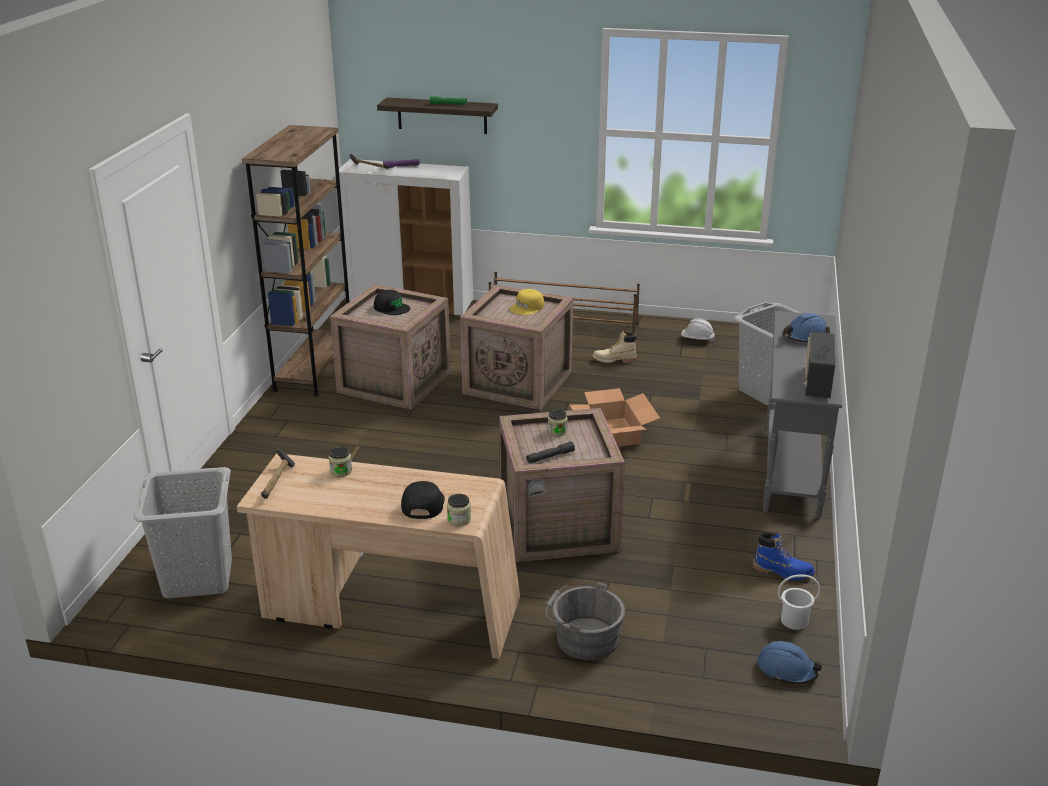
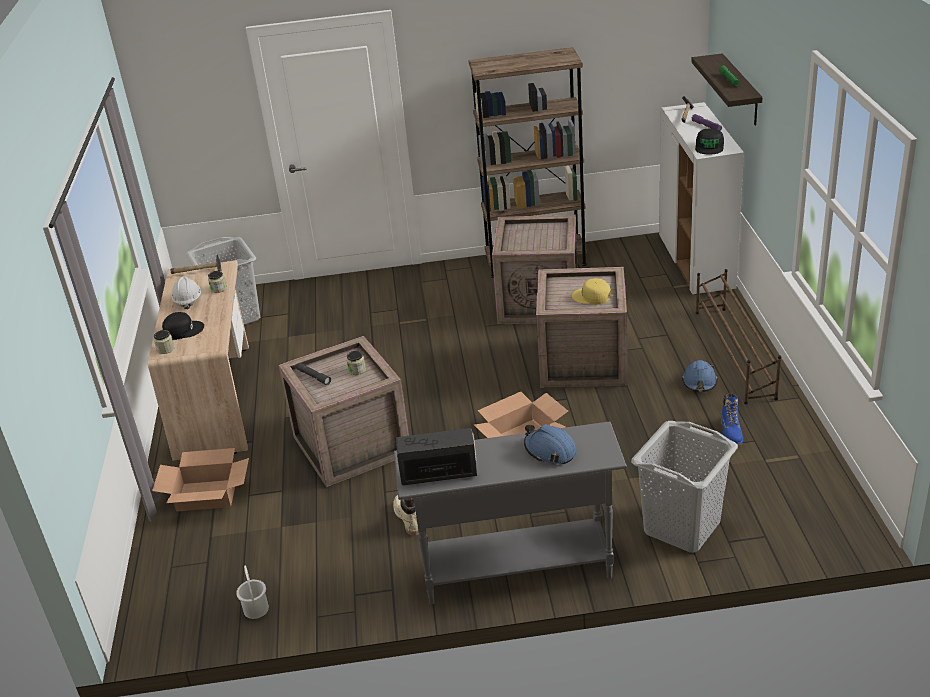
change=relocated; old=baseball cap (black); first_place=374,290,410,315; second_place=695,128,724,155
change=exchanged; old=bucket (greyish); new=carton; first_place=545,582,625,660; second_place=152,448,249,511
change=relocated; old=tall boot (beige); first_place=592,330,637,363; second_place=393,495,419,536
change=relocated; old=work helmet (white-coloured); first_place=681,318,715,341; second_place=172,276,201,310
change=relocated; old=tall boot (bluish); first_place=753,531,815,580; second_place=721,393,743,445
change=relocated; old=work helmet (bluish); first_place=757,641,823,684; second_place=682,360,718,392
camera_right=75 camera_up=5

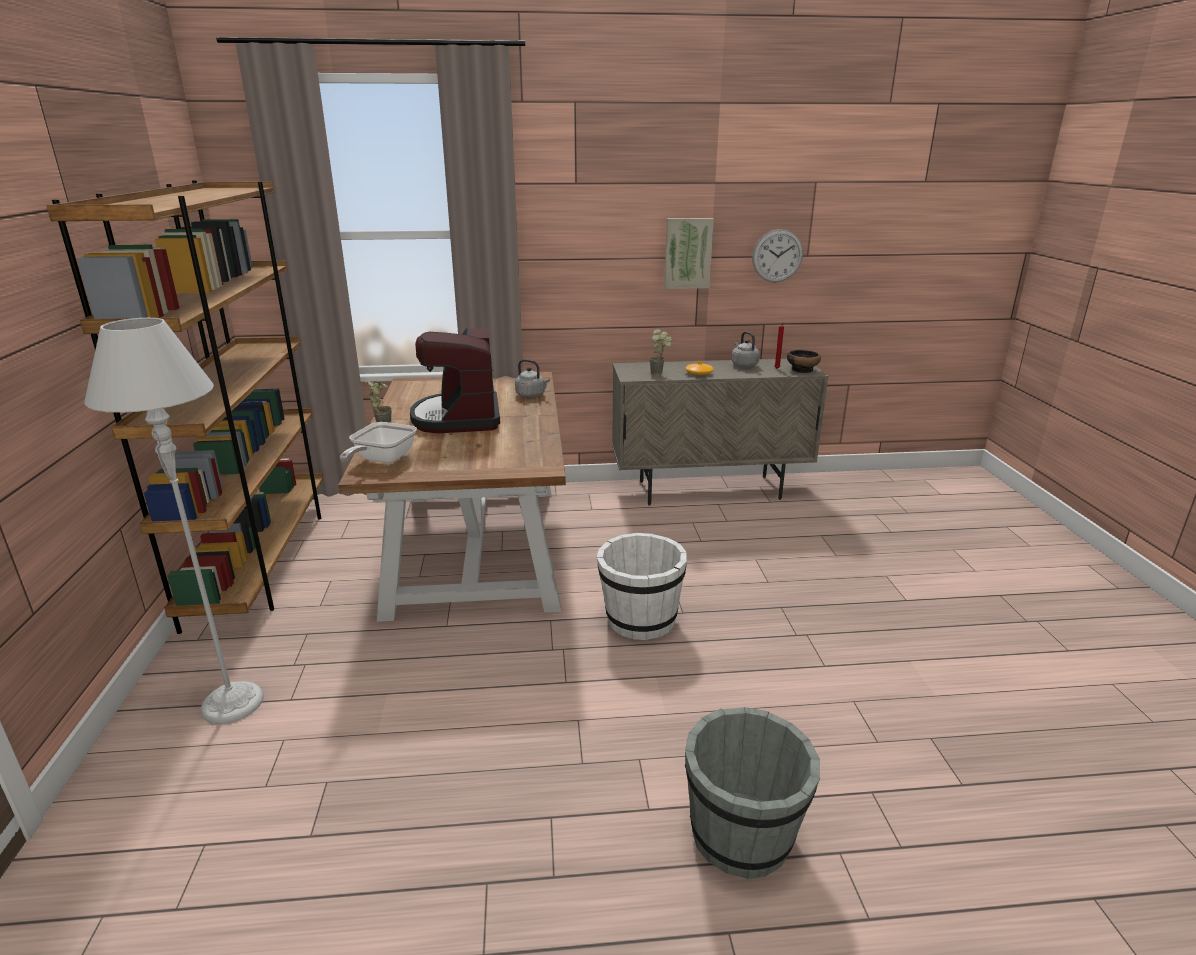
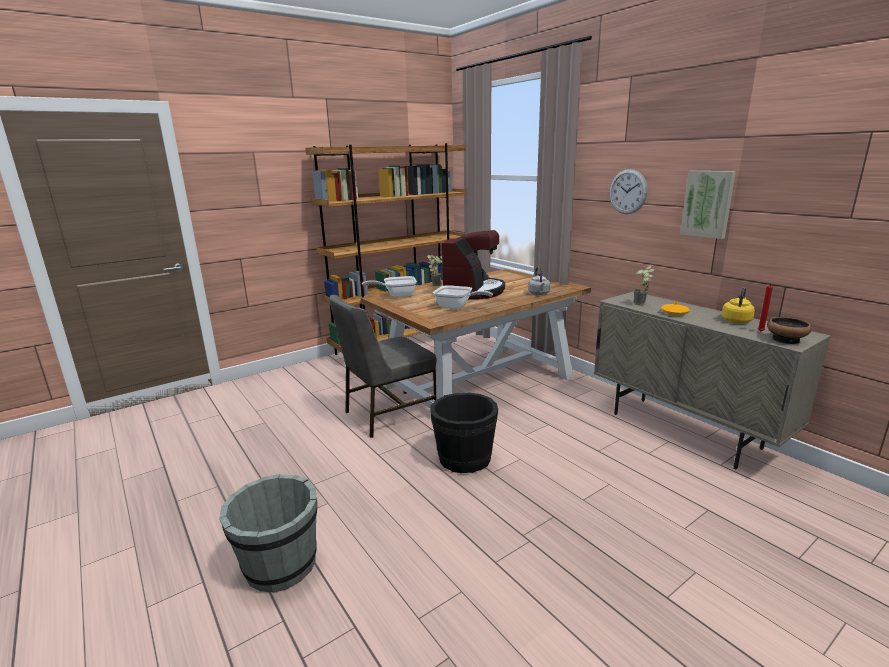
change=missing; old=standing lamp (greyish); first_place=84,318,264,724
change=spun; old=coffee maker; first_place=410,328,500,433; second_place=442,230,505,300; degrees=150
change=colour; old=bucket (white-coloured); new=bucket (black); first_place=597,533,687,640; second_place=430,392,498,473
change=colour; old=water kettle (greyish); new=water kettle (yellow-coloured); first_place=732,331,760,367; second_place=722,287,755,323
change=relocated; old=hanging clock; first_place=752,229,803,282; second_place=609,169,648,214
change=appeared; new=chair (greyish); second_place=329,295,436,438
change=appeared; new=frying pan; second_place=433,285,493,309
camera_right=60 camera_up=-5

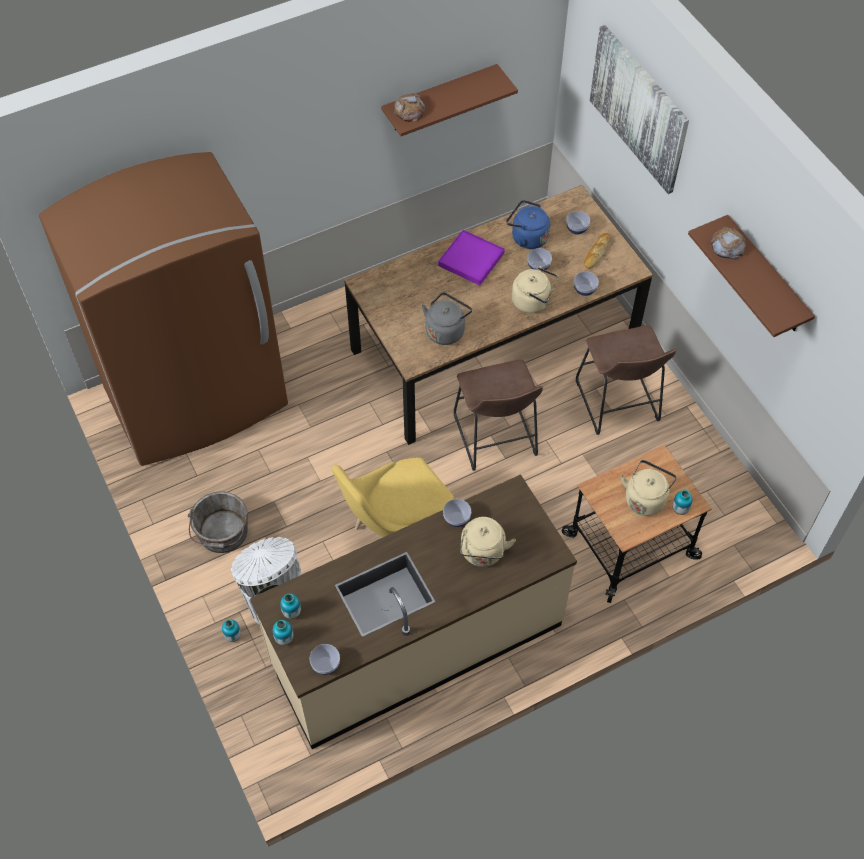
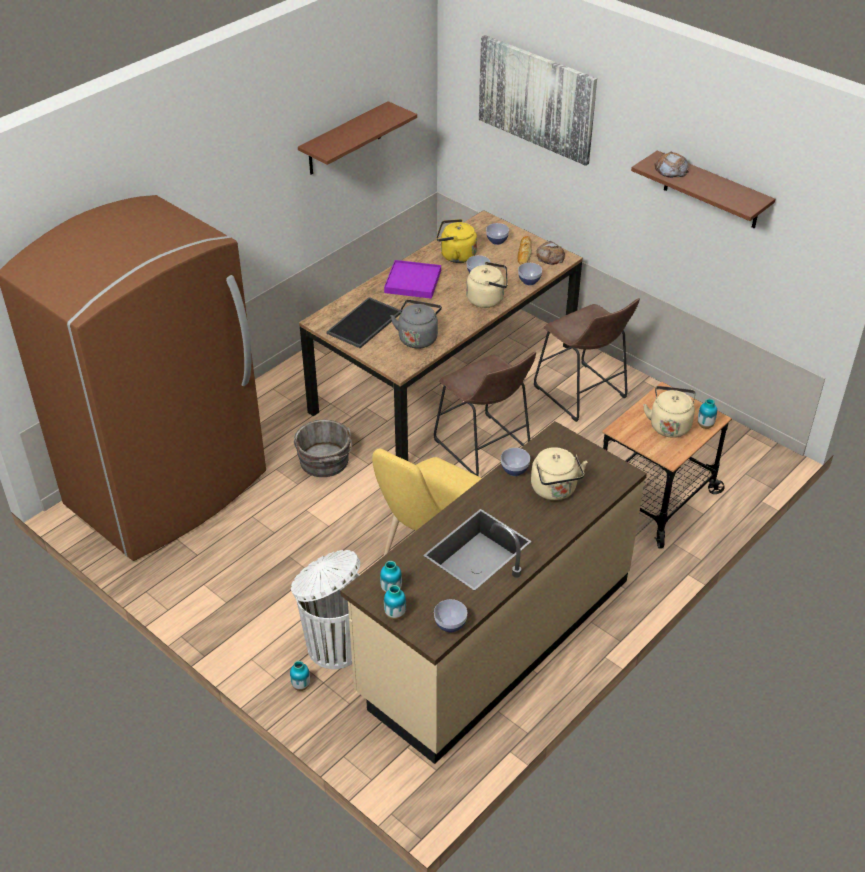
change=relocated; old=bucket (greyish); first_place=188,491,248,553; second_place=294,420,352,477
change=relocated; old=bakery bread; first_place=394,93,425,122; second_place=536,241,565,265
change=colour; old=water kettle (bluish); new=water kettle (yellow-coloured); first_place=506,200,550,249; second_place=436,219,477,263
change=appeared; new=tray; second_place=326,297,401,348
camera_right=-20 camera_up=-15

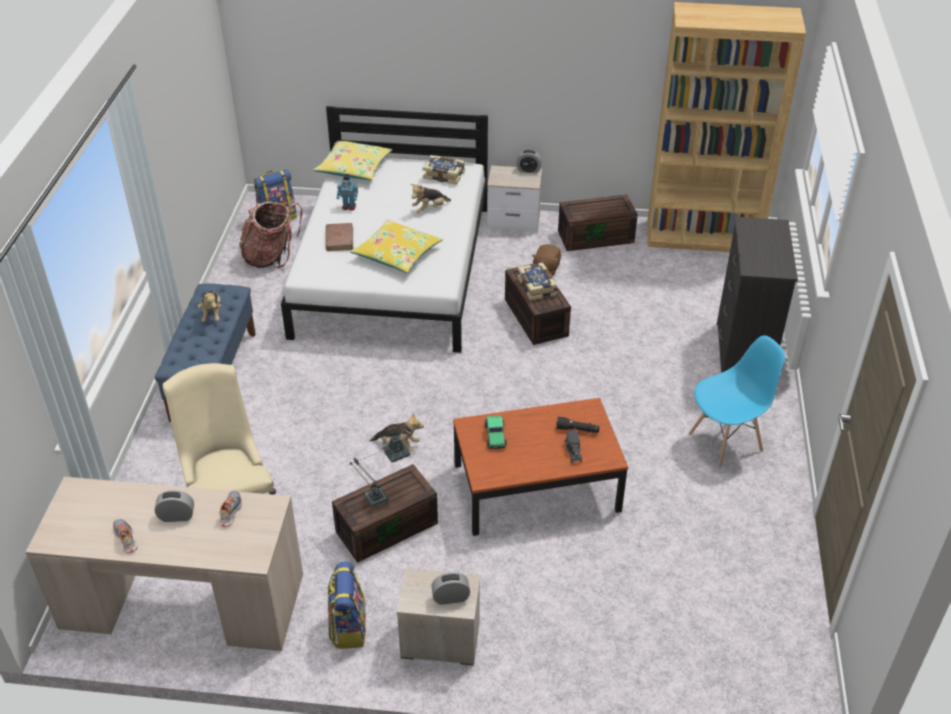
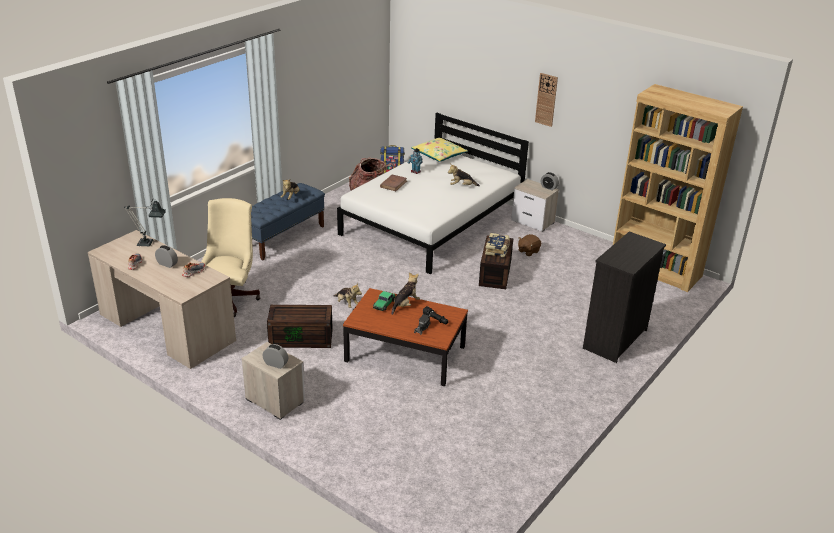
change=missing; old=rucksack; first_place=328,562,366,649
change=missing; old=cushion (yellow-coloured); first_place=350,219,443,273
change=relocated; old=table lamp; first_place=350,434,410,507; second_place=124,201,166,246
change=missing; old=volume; first_place=423,155,465,185
change=missing; old=storage bin (brown-coloured); first_place=558,195,638,251
change=missing; old=chair (bluish); first_place=688,335,785,468
change=appeared; new=soft toy; second_place=391,272,420,315
change=appeared; new=hanging clock; second_place=535,73,558,127
camera_right=30 camera_up=-10

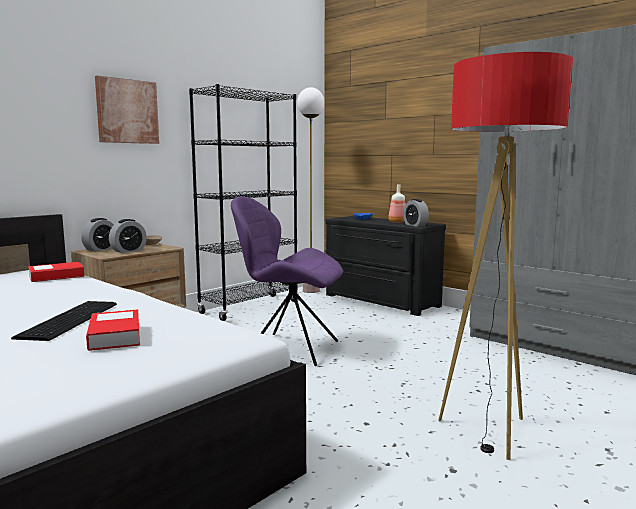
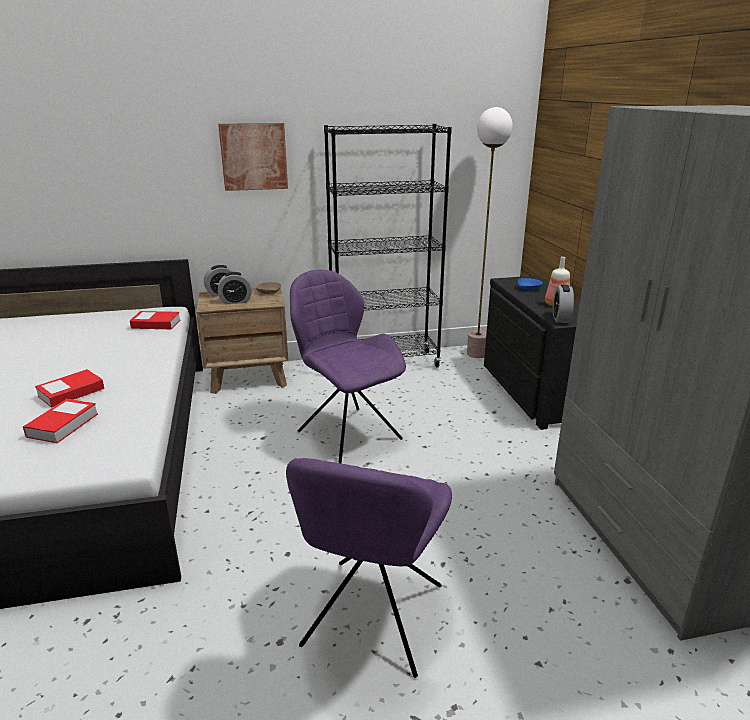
change=exchanged; old=keyboard; new=volume; first_place=11,301,117,341; second_place=35,369,104,408
change=exchanged; old=standing lamp; new=chair (purple-coloured); first_place=439,52,573,460; second_place=286,458,452,678
camera_right=35 camera_up=15

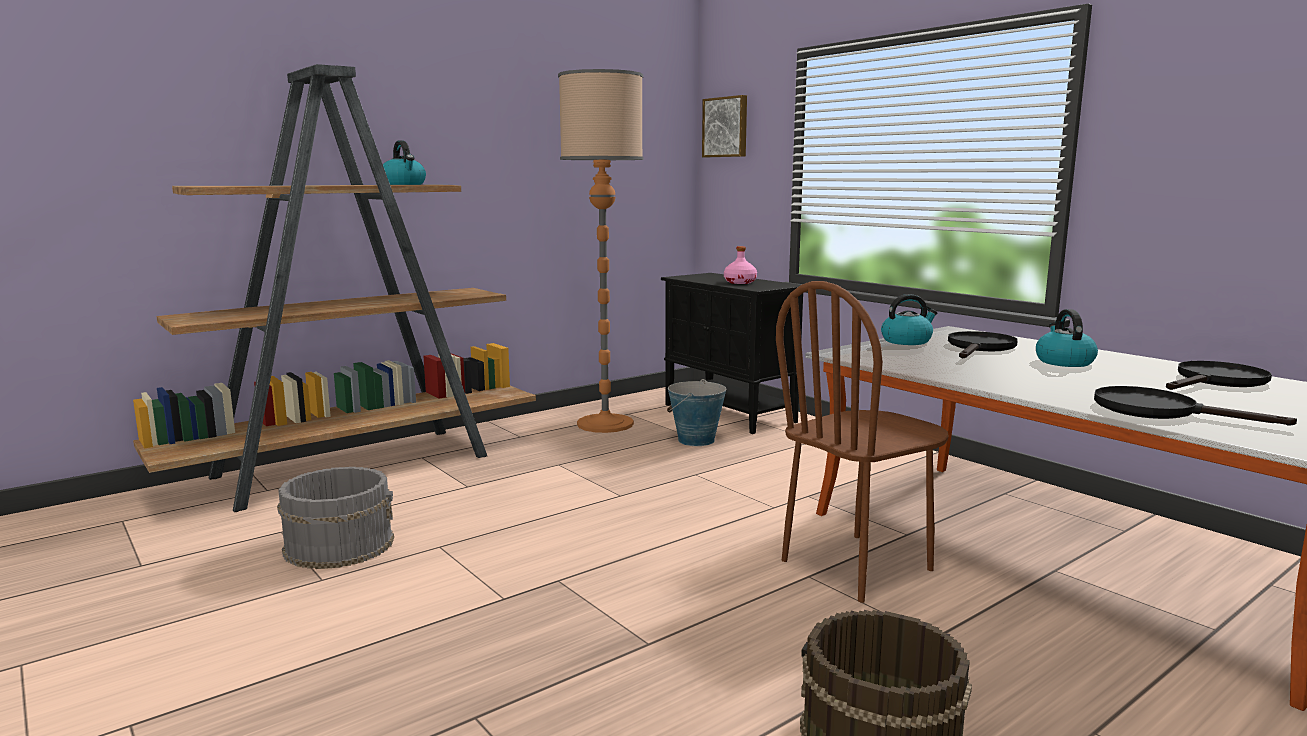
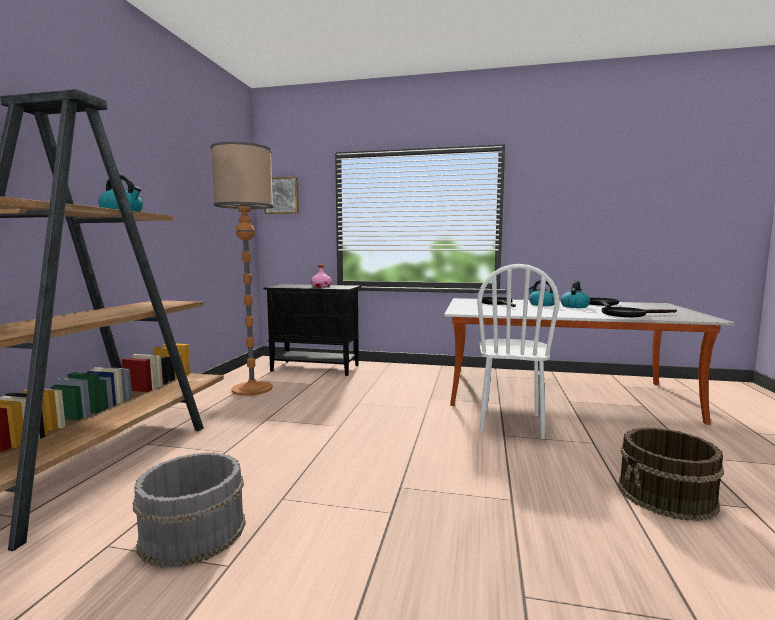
change=missing; old=bucket; first_place=667,379,726,446
change=colour; old=chair (brown-coloured); new=chair (white-coloured); first_place=776,281,949,603; second_place=477,264,560,439
change=relocated; old=water kettle; first_place=881,294,937,345; second_place=561,281,590,308
camera_right=-40 camera_up=-5

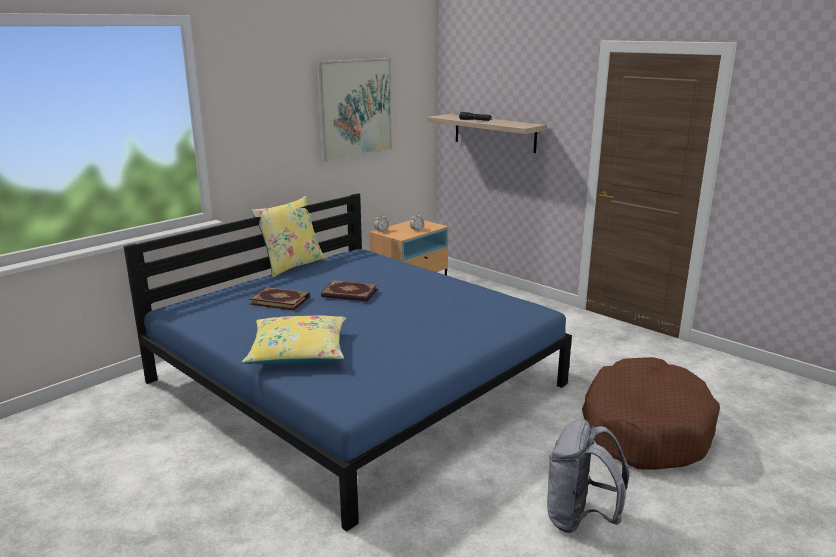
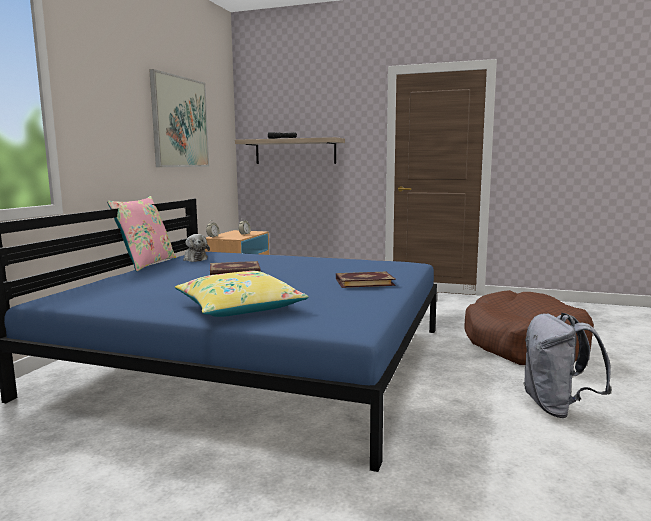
change=relocated; old=volume; first_place=249,287,310,310; second_place=336,271,396,288
change=colour; old=cushion (yellow-coloured); new=cushion (pinkish); first_place=251,196,325,277; second_place=107,196,176,272
change=appeared; new=soft toy; second_place=183,234,210,262
camera_right=-25 camera_up=-10

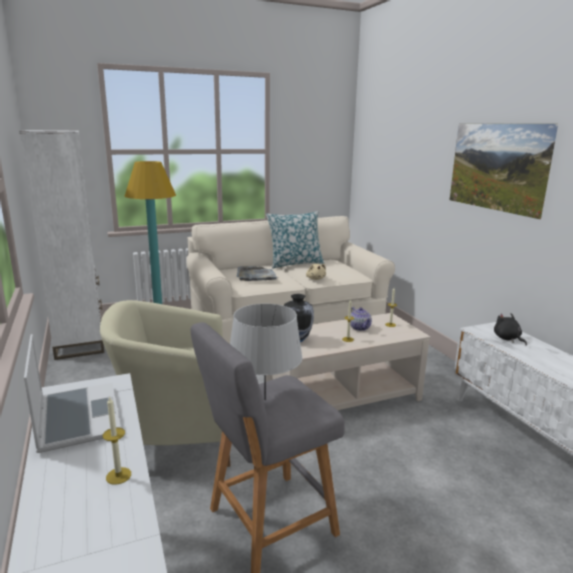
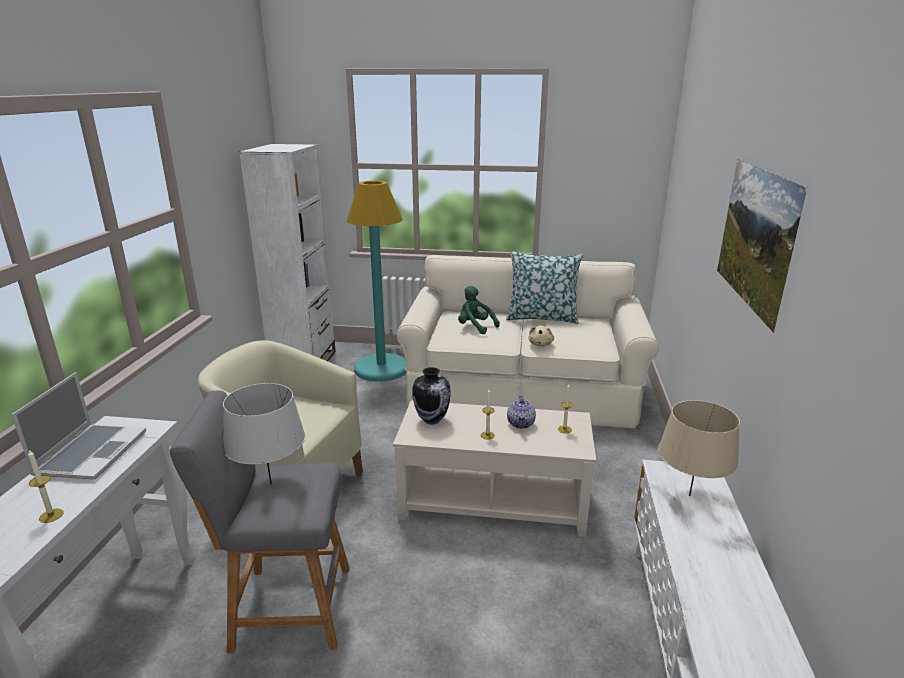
change=exchanged; old=tray (greyish); new=soft toy (green); first_place=237,266,278,281; second_place=458,286,500,334
change=exchanged; old=soft toy (black); new=table lamp (beige); first_place=494,313,527,345; second_place=658,400,740,496
camera_right=30 camera_up=5

